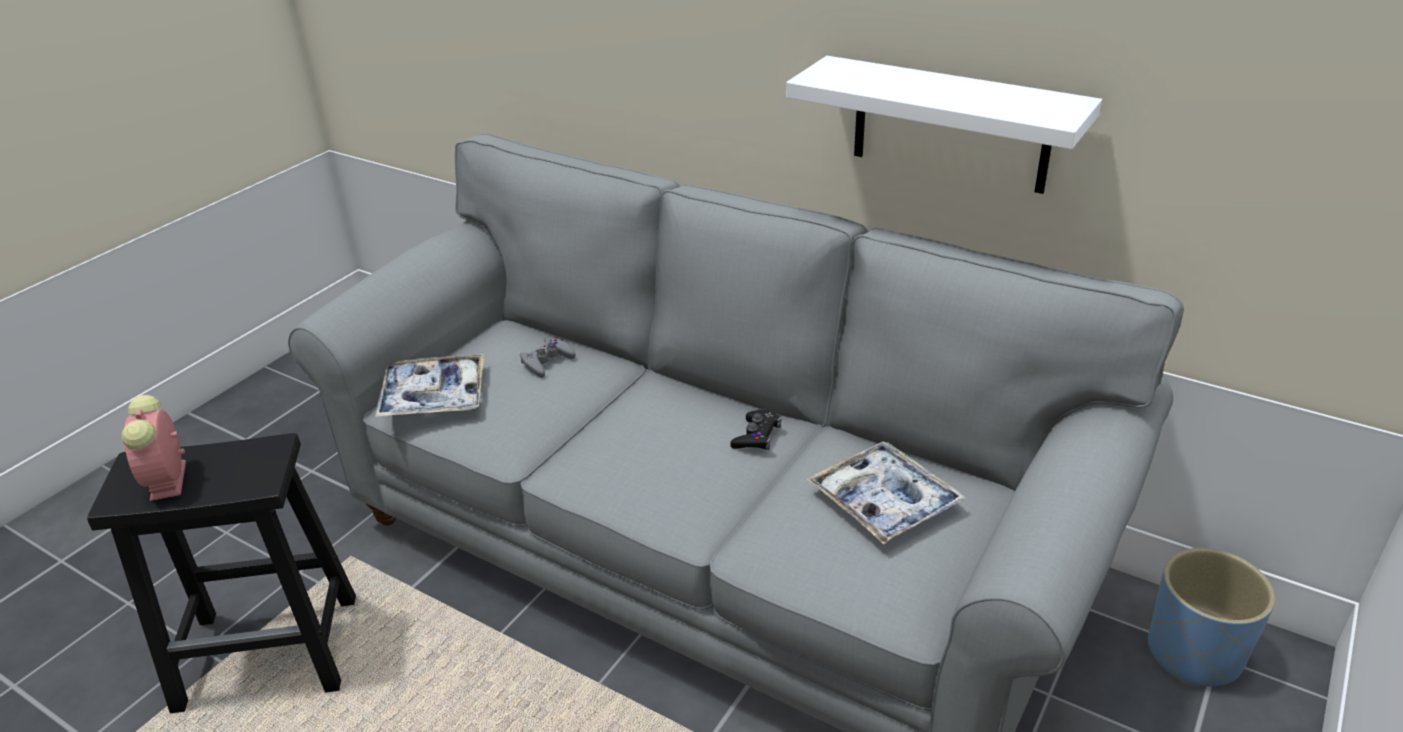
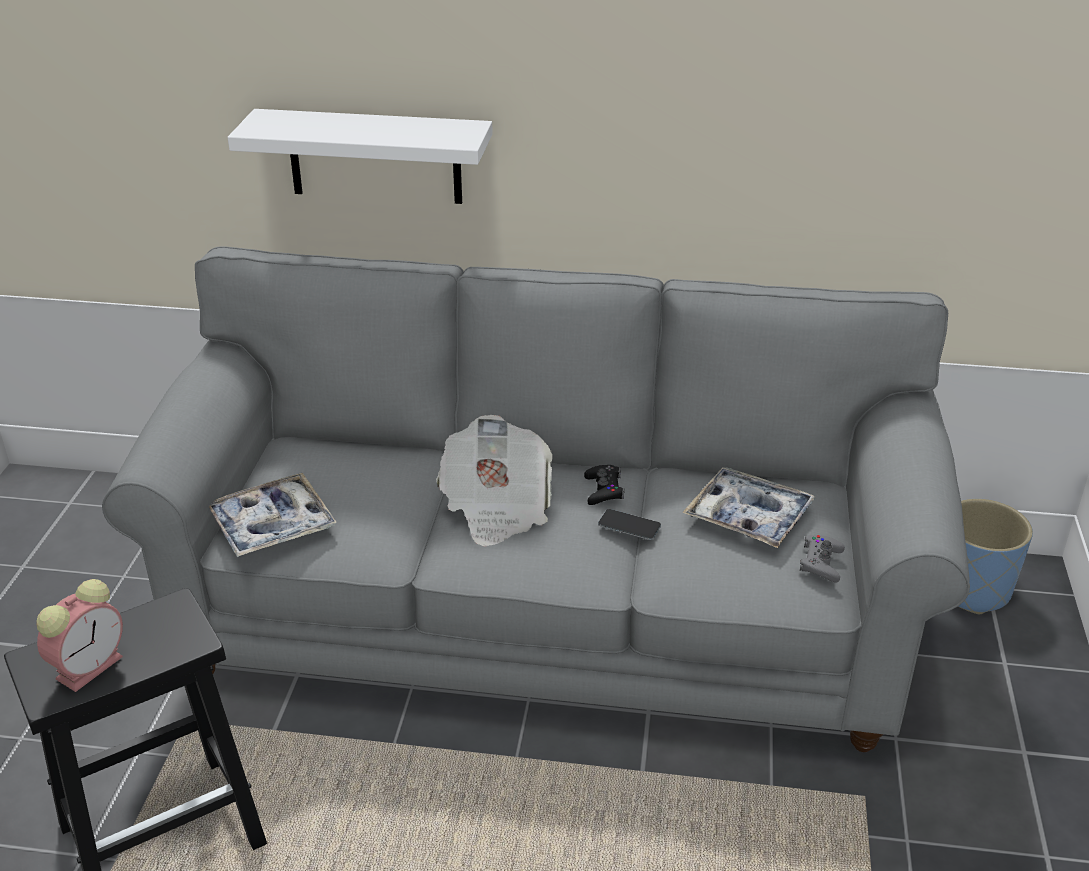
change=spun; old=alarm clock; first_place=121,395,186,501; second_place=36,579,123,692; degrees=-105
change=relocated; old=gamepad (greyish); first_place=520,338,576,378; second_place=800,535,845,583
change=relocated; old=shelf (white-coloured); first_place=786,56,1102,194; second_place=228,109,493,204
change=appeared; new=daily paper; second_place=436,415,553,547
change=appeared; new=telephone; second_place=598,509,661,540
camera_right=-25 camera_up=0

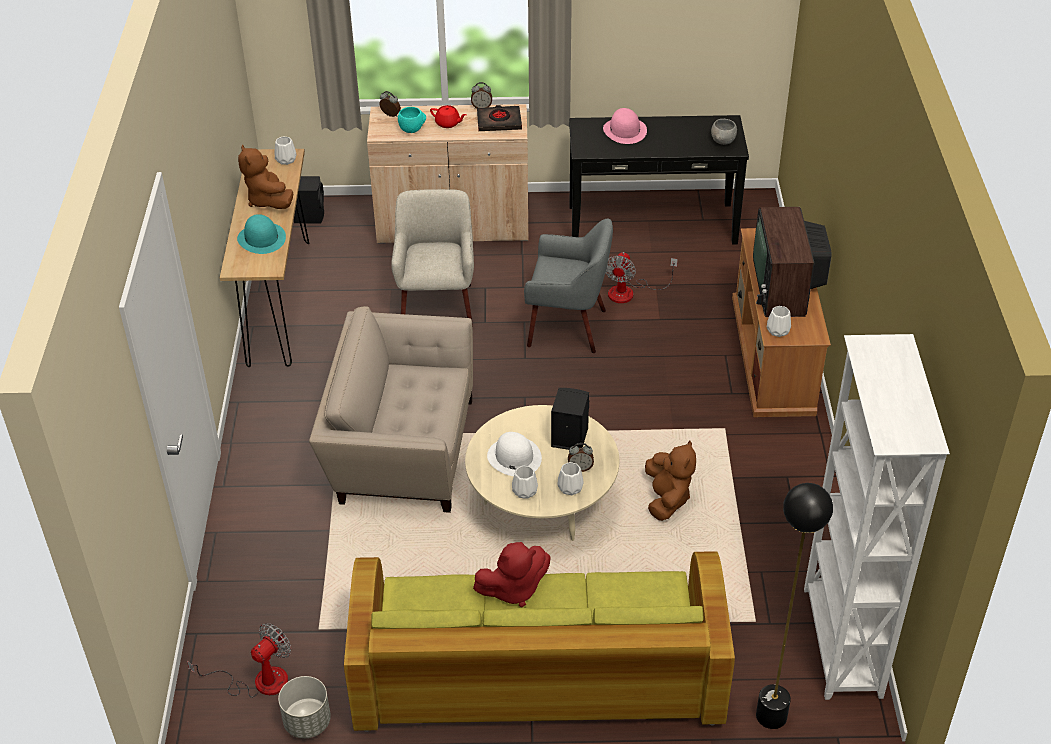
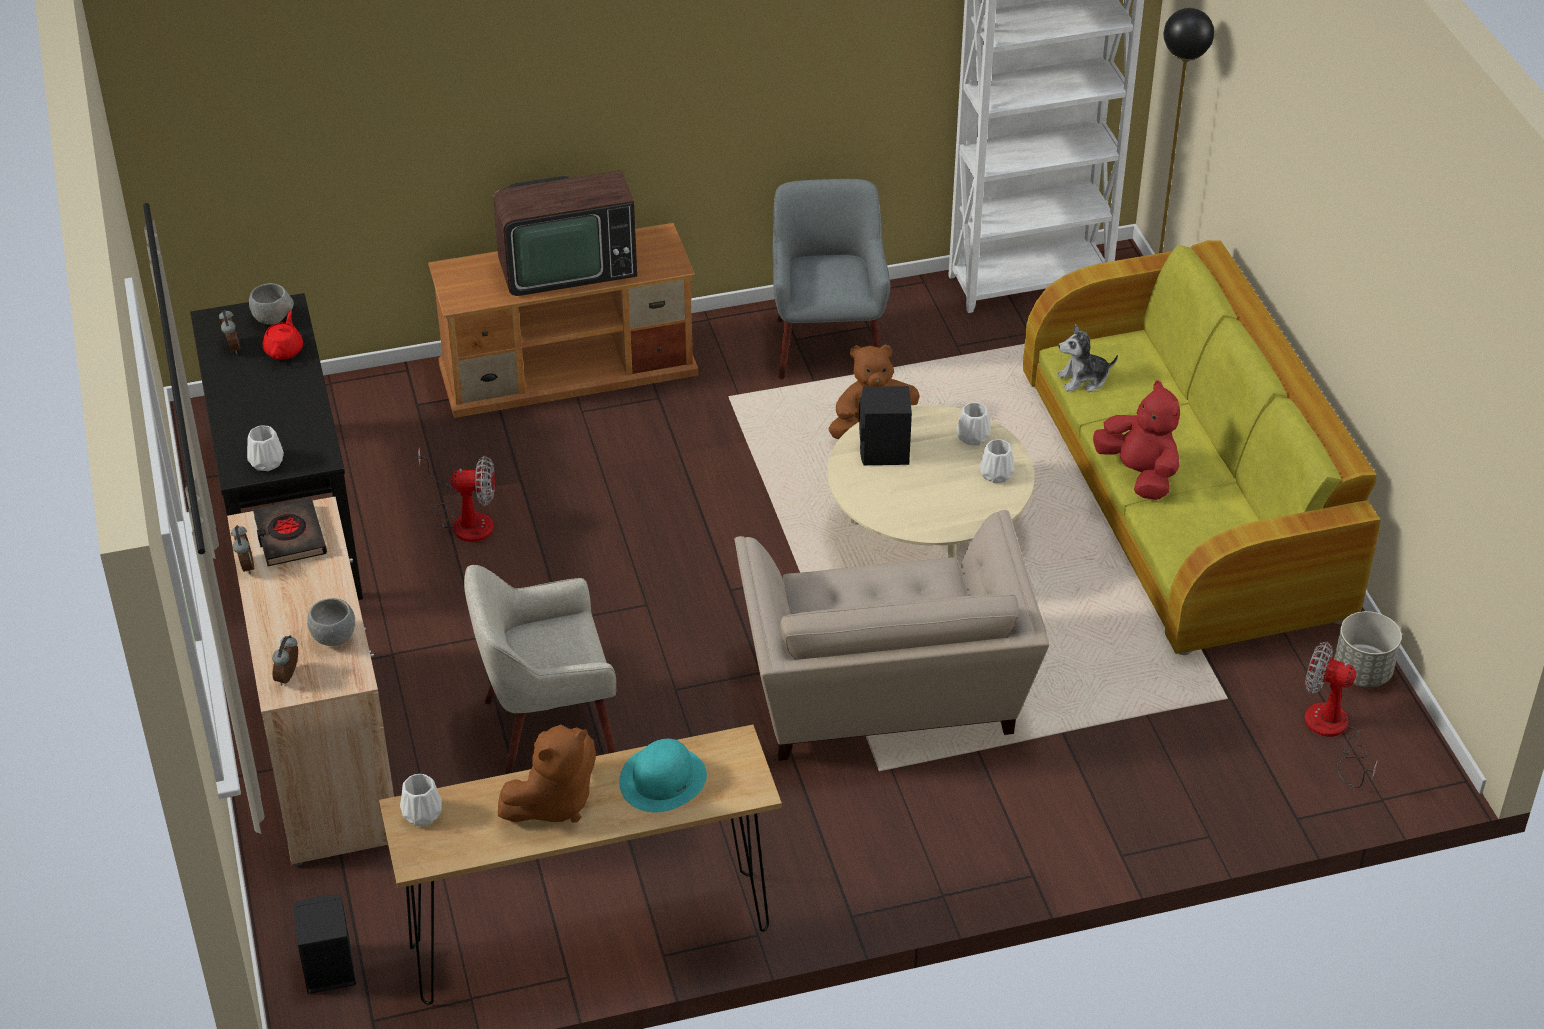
change=colour; old=serving bowl (turquoise); new=serving bowl (greyish); first_place=398,107,426,133; second_place=307,598,355,646
change=relocated; old=tea pot (reddish); first_place=430,105,466,128; second_place=263,310,303,360
change=missing; old=clothing hat (white-coloured); first_place=487,432,542,476
change=relocated; old=armchair (greyish); first_place=524,219,613,353; second_place=773,179,890,379
change=relocated; old=alarm clock; first_place=568,443,594,472; second_place=219,310,240,354
change=missing; old=clothing hat (pinkish); first_place=603,108,647,144
change=relocated; old=flower vase (white-coloured); first_place=767,306,791,337; second_place=247,425,284,471
change=appeared; new=soft toy; second_place=1058,324,1118,392
camera_right=-105 camera_up=0

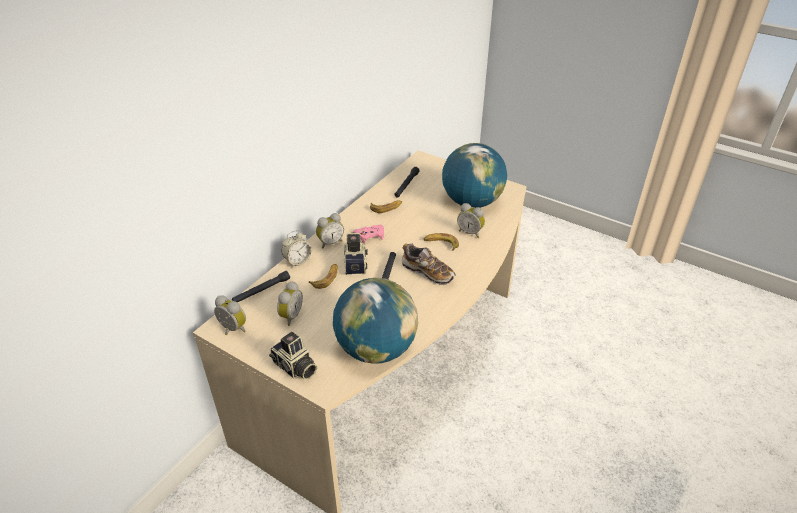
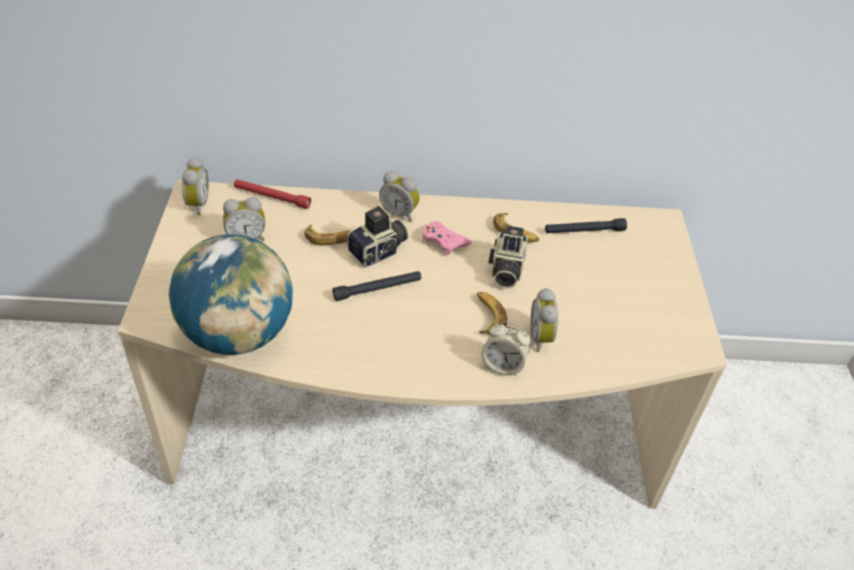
change=colour; old=flashlight (black); new=flashlight (reddish); first_place=232,271,290,303; second_place=234,179,311,209
change=relocated; old=still camera; first_place=269,332,317,380; second_place=489,226,528,288
change=relocated; old=alarm clock; first_place=281,230,312,268; second_place=481,321,531,377
change=missing; old=low shoe; first_place=402,244,455,285
change=missing; old=globe; first_place=442,143,507,208
camera_right=55 camera_up=5

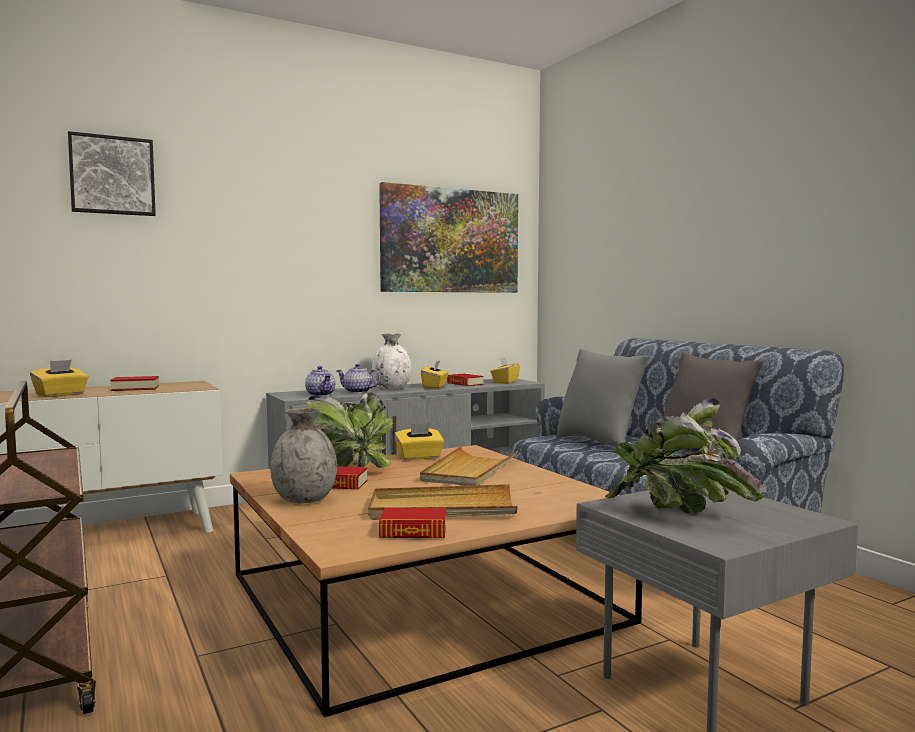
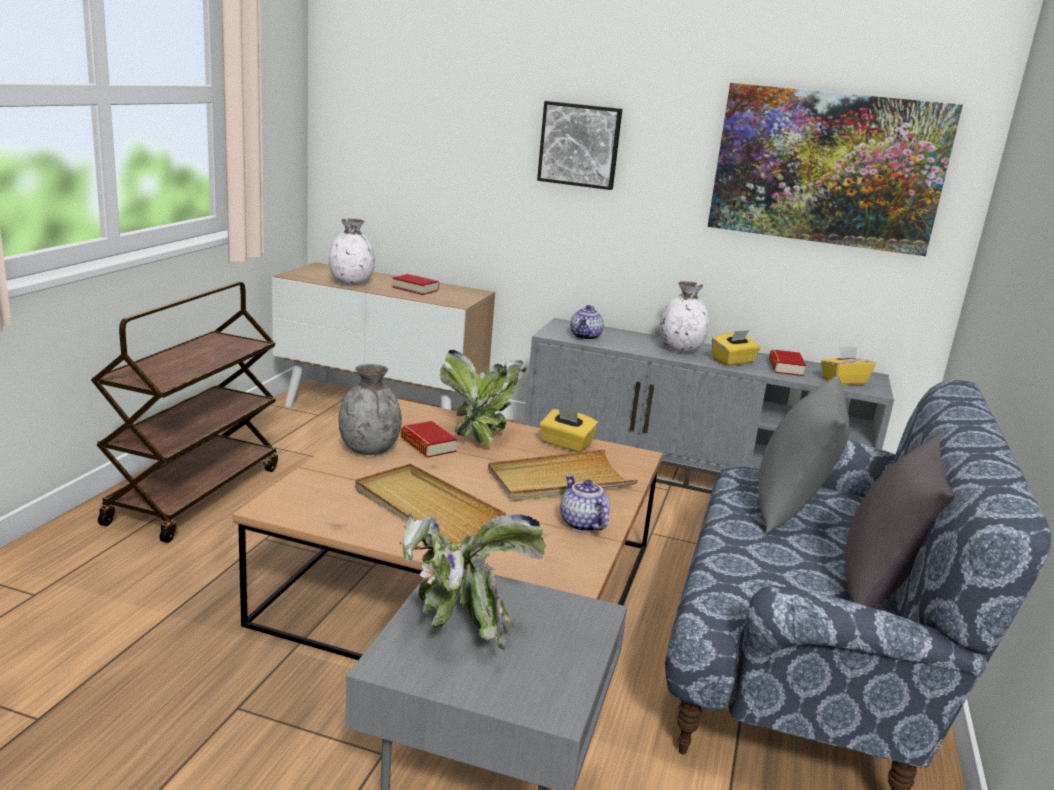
change=exchanged; old=box of tissues (yellow-coloured); new=flower vase (white-coloured); first_place=30,360,89,397; second_place=329,218,375,285
change=relocated; old=wall picture; first_place=68,131,156,216; second_place=537,101,622,190
change=relocated; old=tea pot; first_place=337,364,380,393; second_place=560,475,610,532
change=missing; old=volume; first_place=379,508,446,538
camera_right=45 camera_up=15

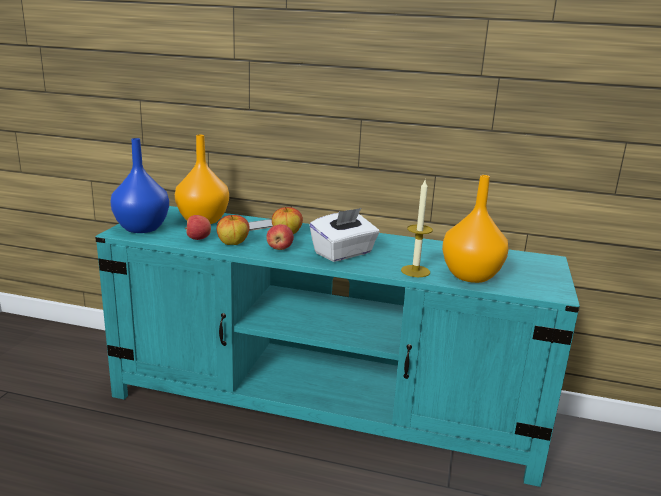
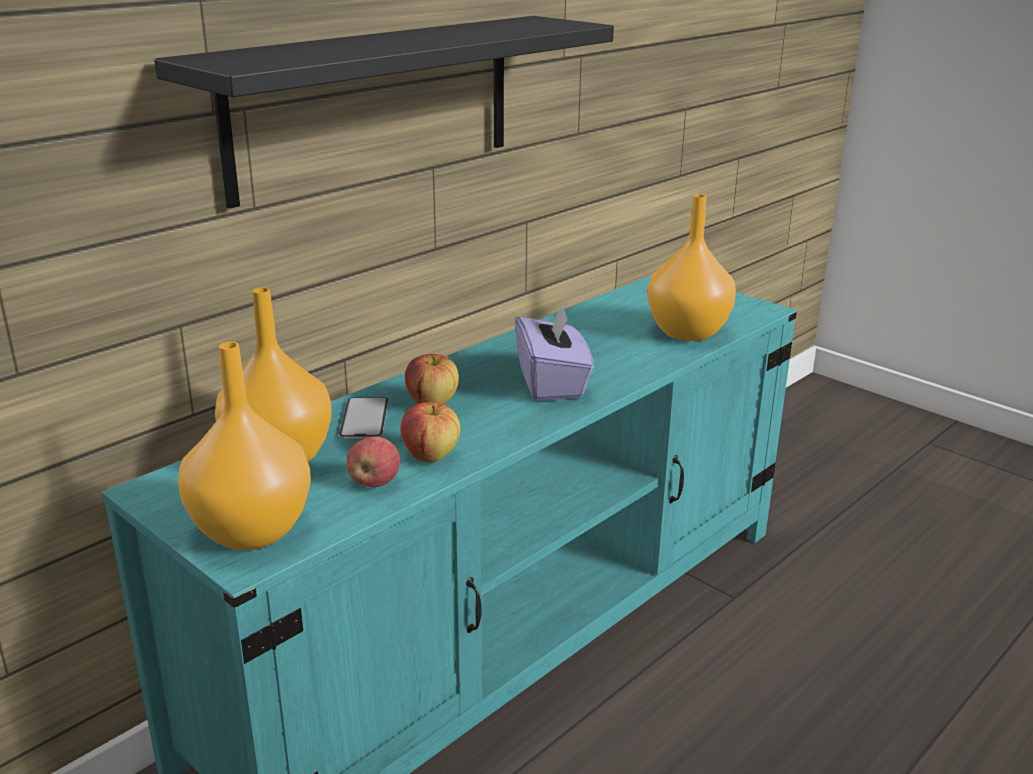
change=colour; old=flower vase (bluish); new=flower vase (orange-coloured); first_place=111,138,169,233; second_place=178,342,311,550
change=missing; old=whole apple; first_place=267,224,294,250
change=colour; old=box of tissues (white-coloured); new=box of tissues (purple-coloured); first_place=309,208,379,262; second_place=515,304,594,401
change=missing; old=wax light; first_place=401,180,433,277
change=appeared; new=shelf (black); second_place=154,16,614,209
camera_right=-60 camera_up=5

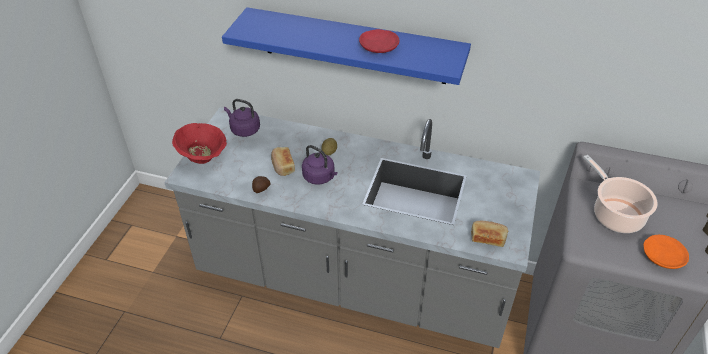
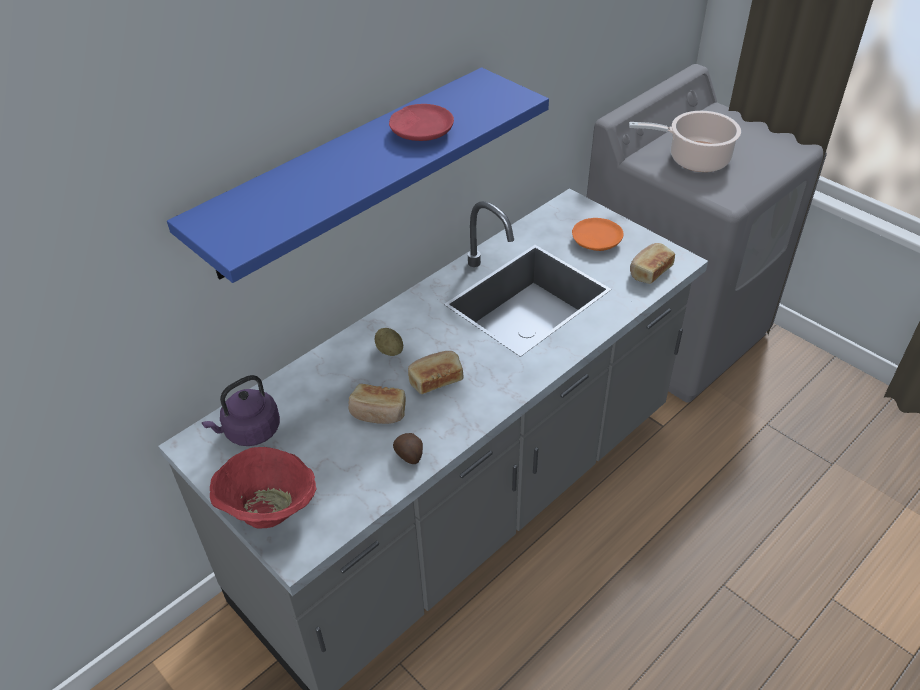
change=exchanged; old=water kettle (purple-coloured); new=bakery bread; first_place=302,145,338,185; second_place=408,351,464,394
change=relocated; old=flat dish (orange-coloured); first_place=644,235,689,269; second_place=572,218,624,251
camera_right=-60 camera_up=0

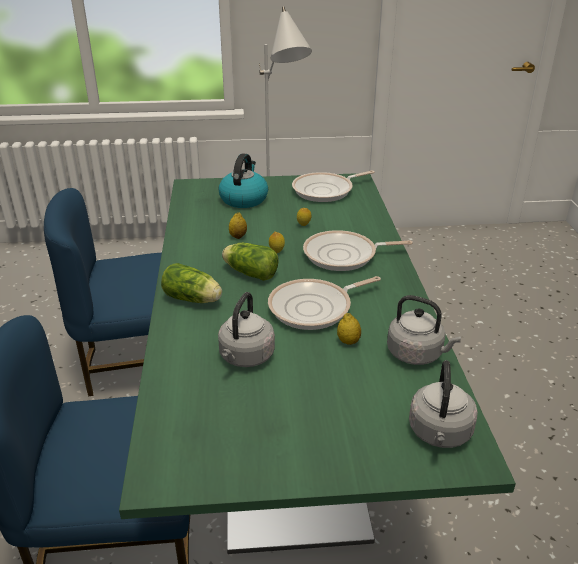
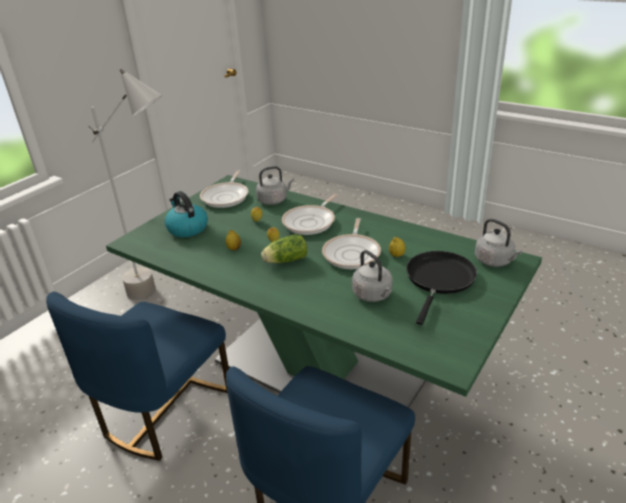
change=missing; old=lettuce head; first_place=161,263,222,303
change=relocated; old=water kettle (greyish); first_place=387,295,461,365; second_place=256,166,294,205
change=appeared; new=frying pan (black); second_place=406,251,477,325
camera_right=-50 camera_up=0

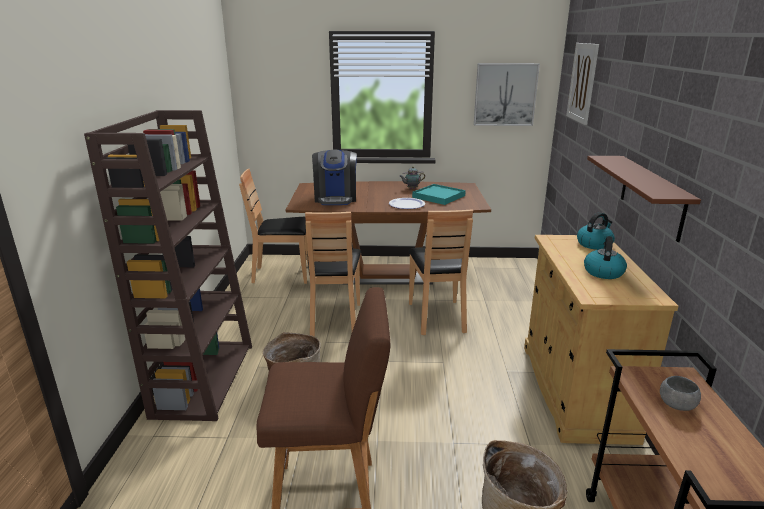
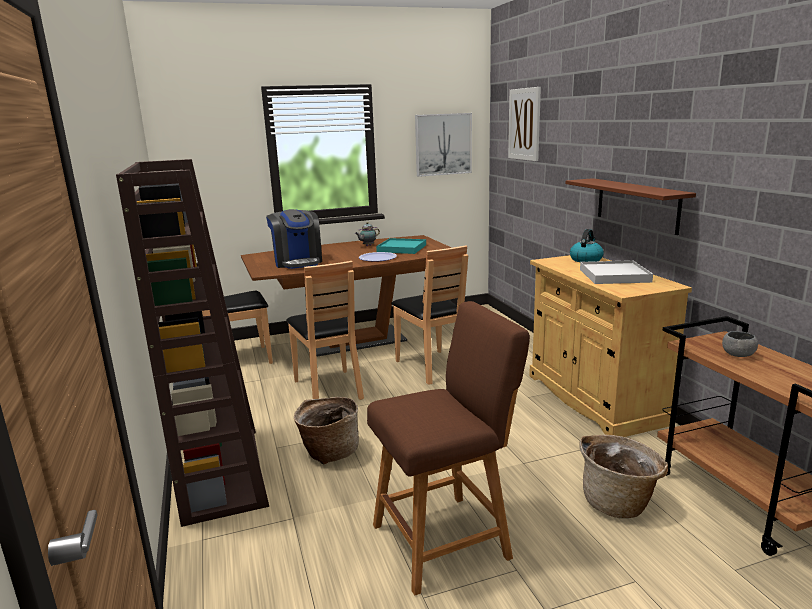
change=exchanged; old=water kettle; new=tray (white-coloured); first_place=584,236,627,279; second_place=580,260,653,284
camera_right=-20 camera_up=-5

